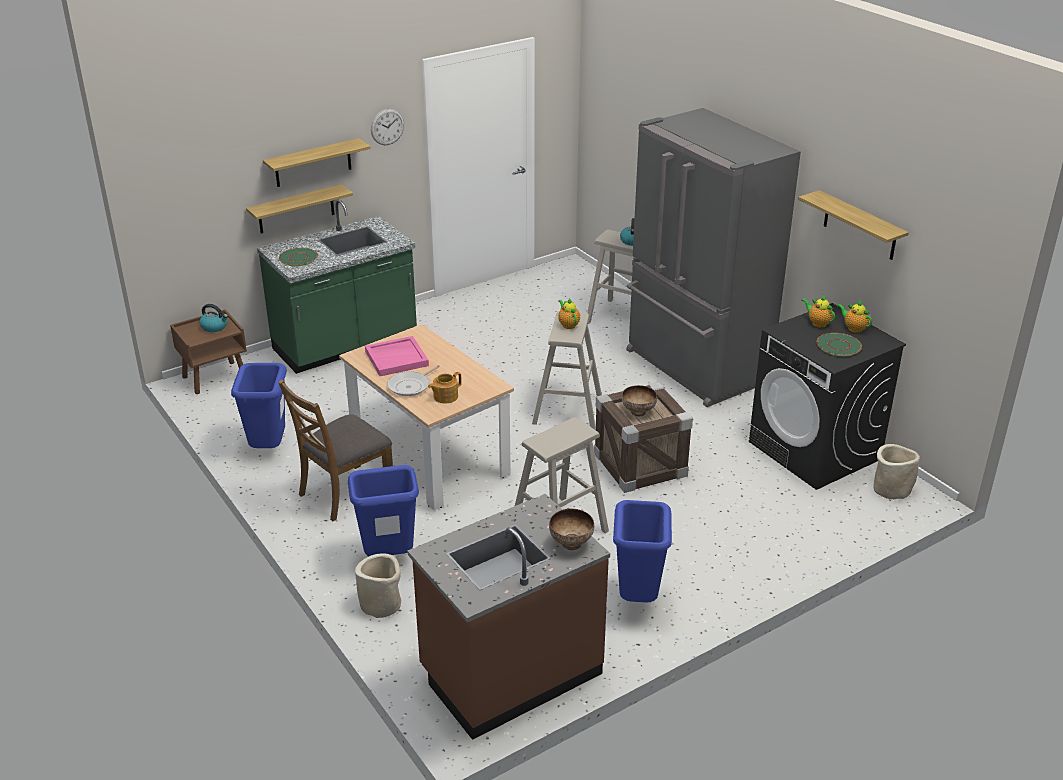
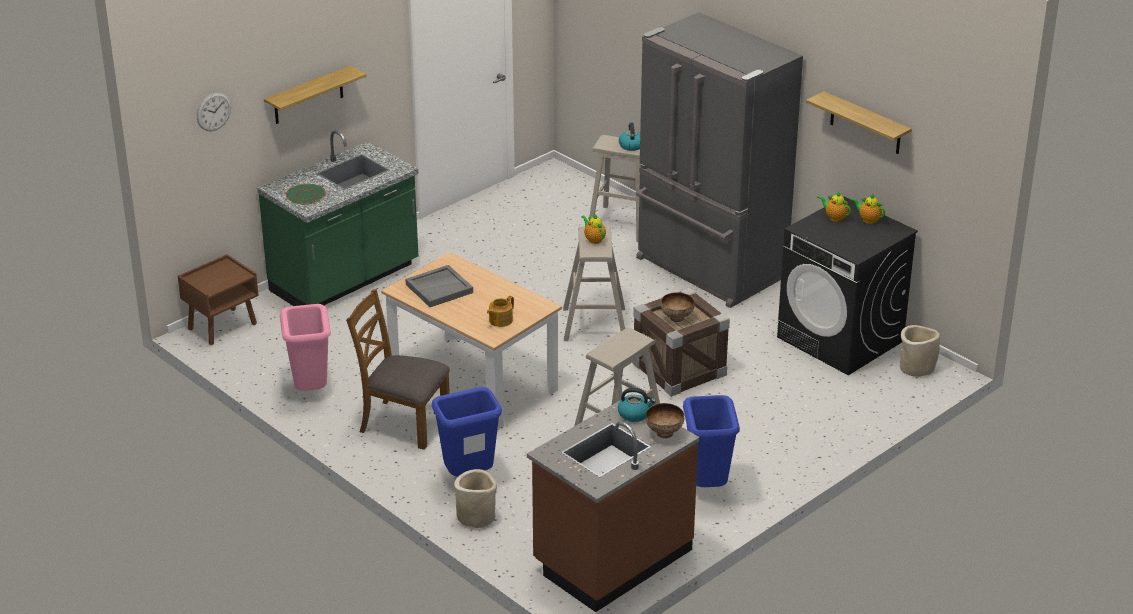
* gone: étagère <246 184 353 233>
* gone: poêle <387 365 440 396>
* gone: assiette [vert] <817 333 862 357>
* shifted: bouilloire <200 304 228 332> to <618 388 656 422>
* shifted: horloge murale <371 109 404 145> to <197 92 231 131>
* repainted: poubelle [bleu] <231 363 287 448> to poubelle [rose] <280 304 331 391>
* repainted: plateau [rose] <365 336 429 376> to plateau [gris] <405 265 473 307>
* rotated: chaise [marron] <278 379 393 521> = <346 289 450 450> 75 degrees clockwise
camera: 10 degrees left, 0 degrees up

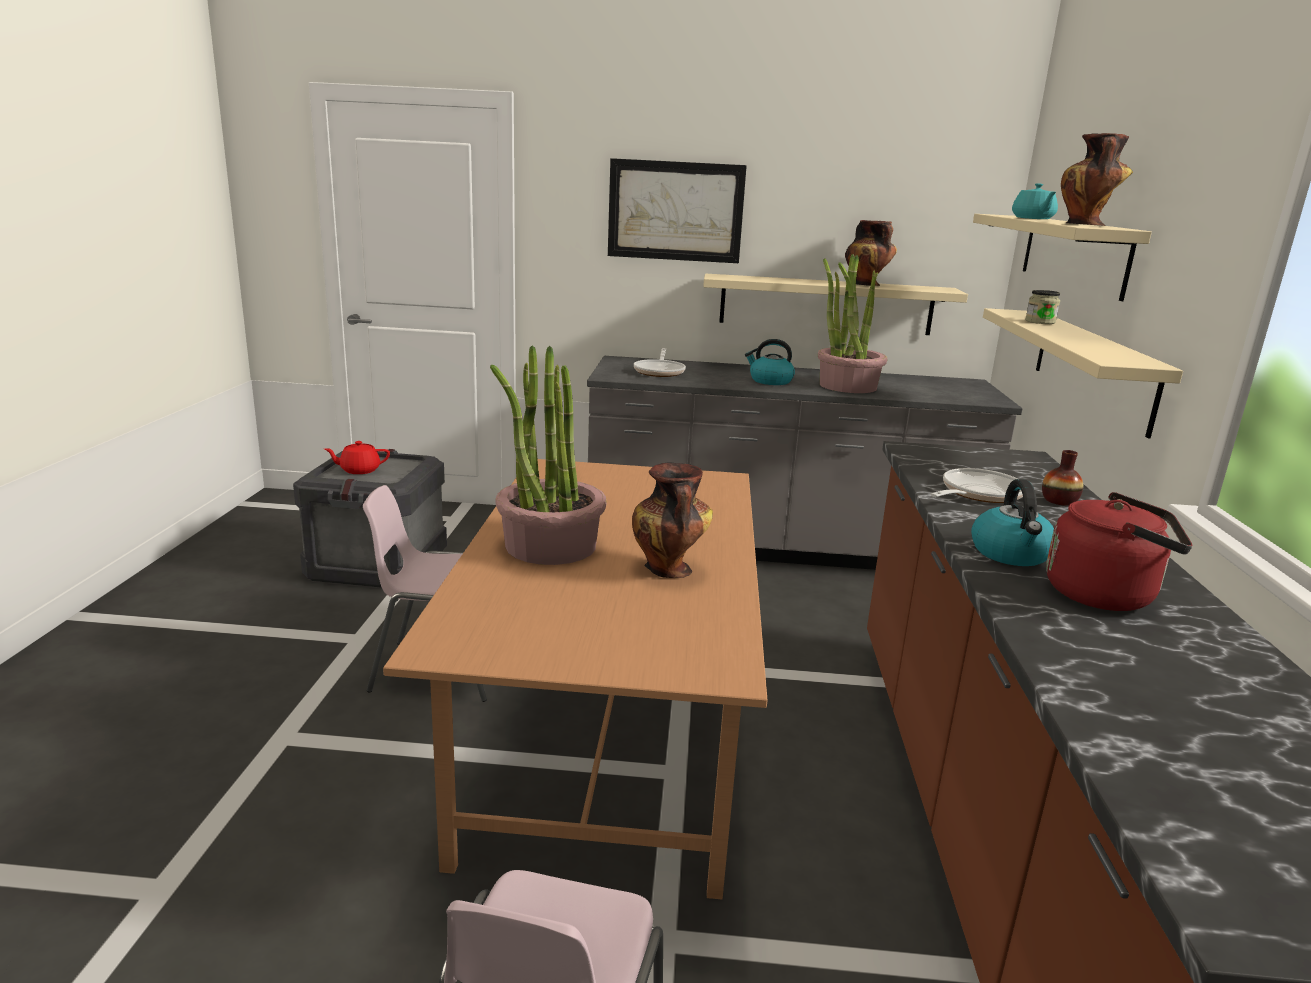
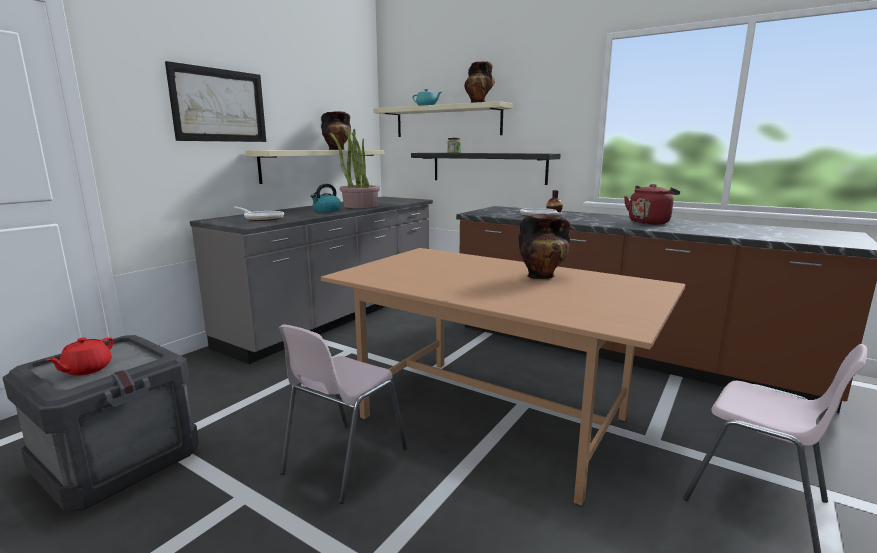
* gone: plante en pot <490 346 607 565>
* gone: bouilloire <971 479 1054 566>
* repainted: étagère [beige] <983 308 1183 439> to étagère [noir] <411 153 561 185>
camera: 60 degrees left, 5 degrees down

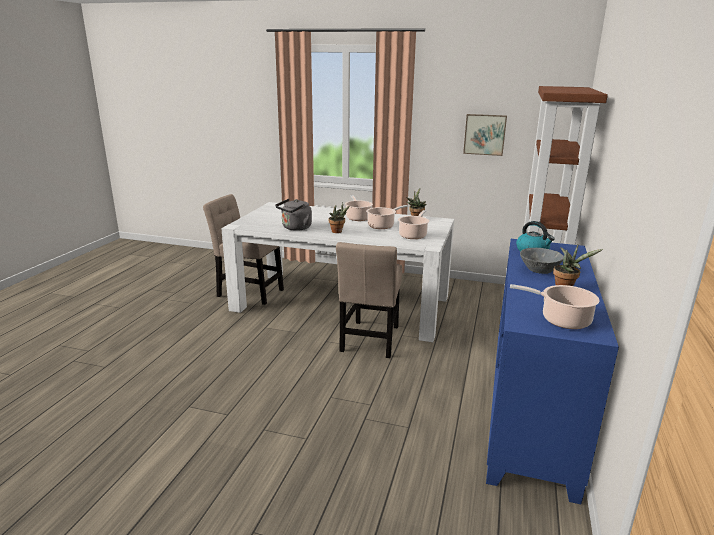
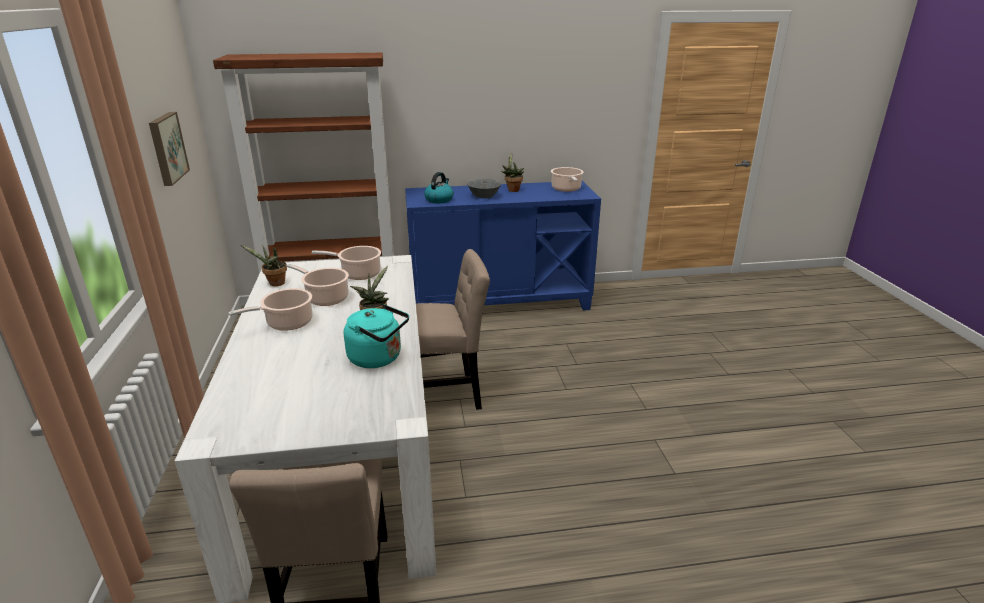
* repainted: bouilloire [gris] <275 199 312 231> to bouilloire [turquoise] <344 304 409 368>
camera: 115 degrees left, 5 degrees up

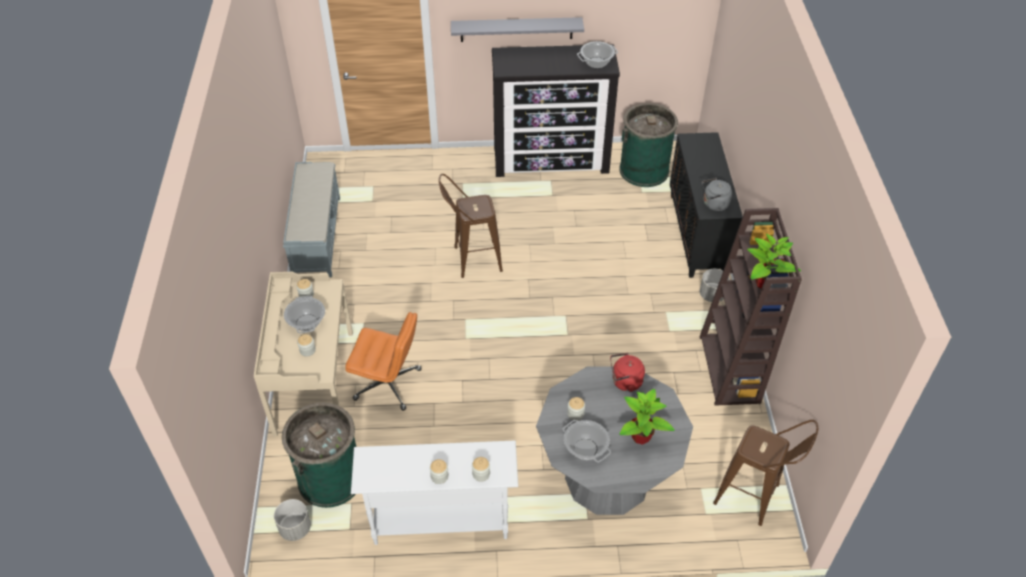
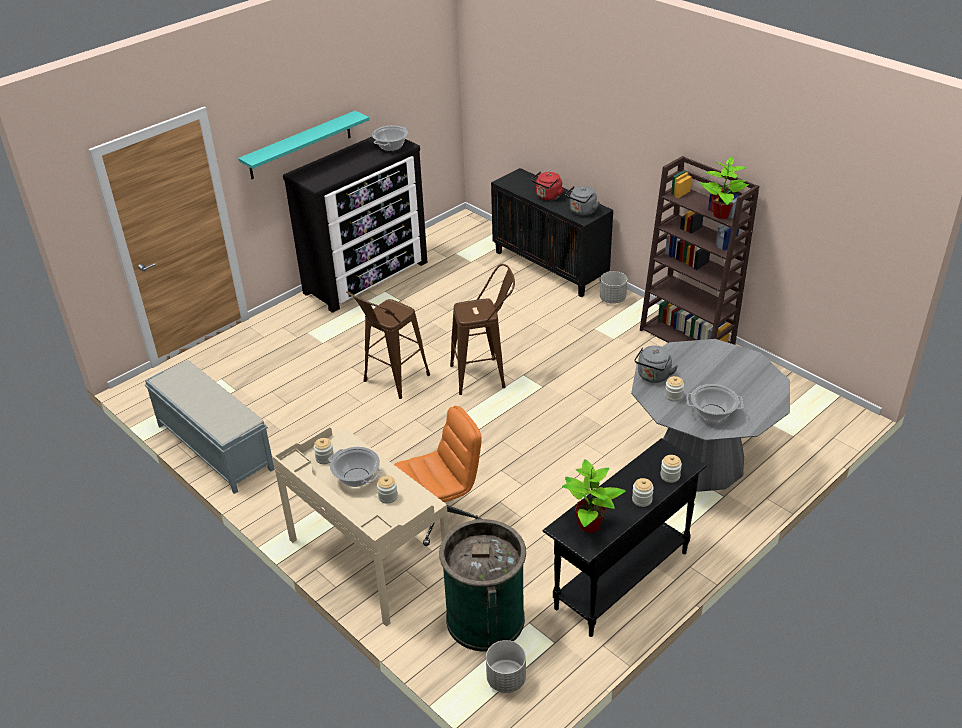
* gone: poubelle [vert] <619 103 678 187>
* new: bouilloire [gris] <634 346 678 383>
* shifted: bouilloire [rouge] <610 353 645 392> to <531 171 564 201>
* shifted: plante en pot <619 389 675 445> to <562 459 626 533>
* shifted: tabouret [marron] <713 420 818 526> to <450 264 515 395>
* repainted: table console [blanc] <351 440 518 545> to table console [noir] <543 438 707 637>
* repainted: étagère [gris] <451 17 584 42> to étagère [turquoise] <238 111 369 179>
camera: 40 degrees left, 10 degrees down

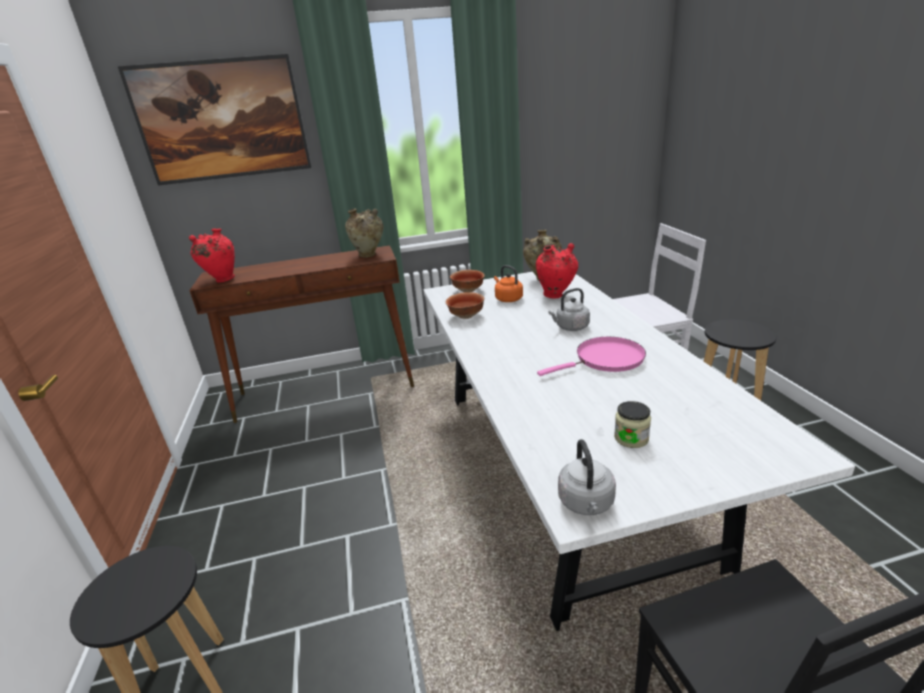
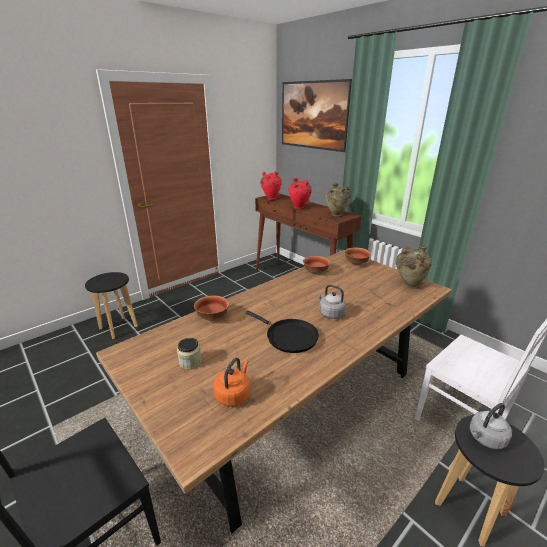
* new: bol <194 295 229 321>
* shifted: bouilloire [orange] <494 265 523 302> to <213 358 250 406>
* shifted: vase [rouge] <536 243 578 299> to <288 178 312 209>
* shifted: bouilloire [gris] <558 439 616 515> to <470 403 512 449>
* repainted: table à manger [blanc] <424 272 855 631> to table à manger [marron] <96 250 452 533>
* repainted: poêle [rose] <537 337 646 376> to poêle [noir] <246 311 319 353>
camera: 60 degrees right, 0 degrees up

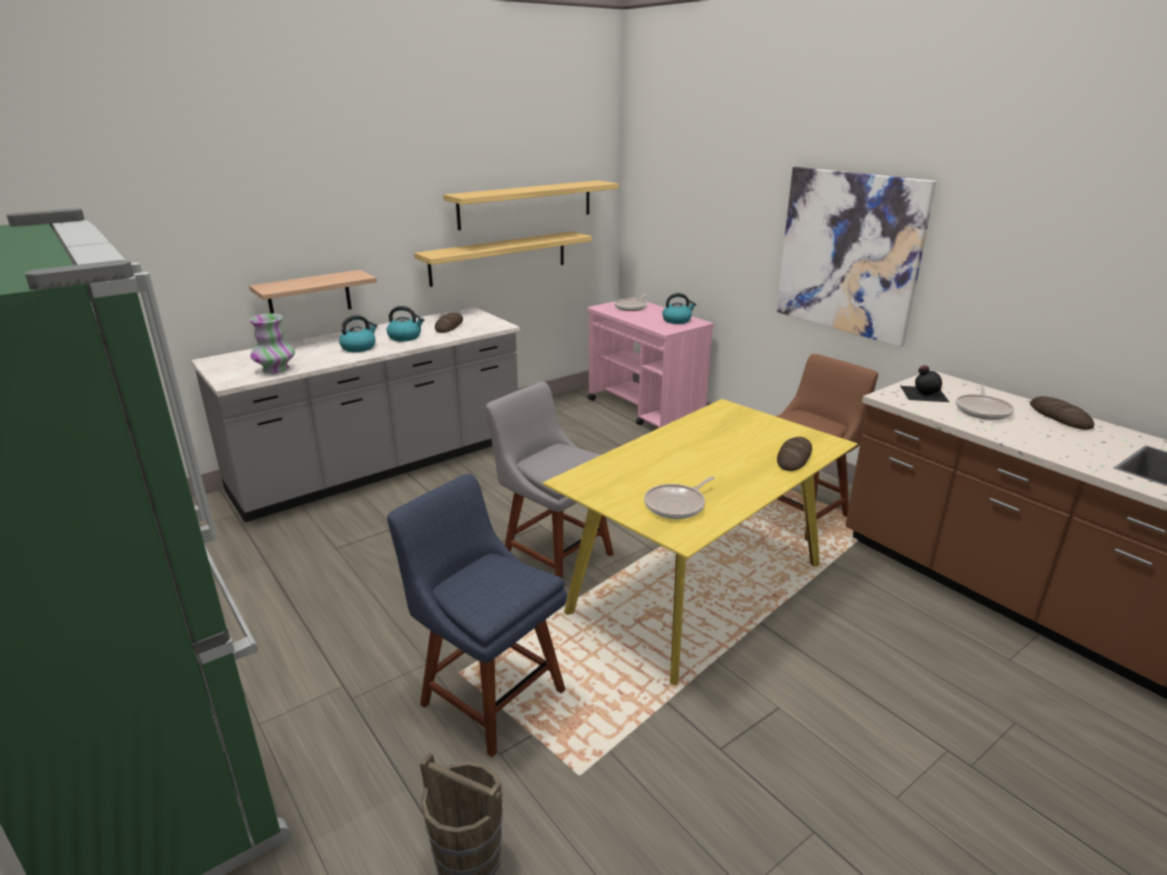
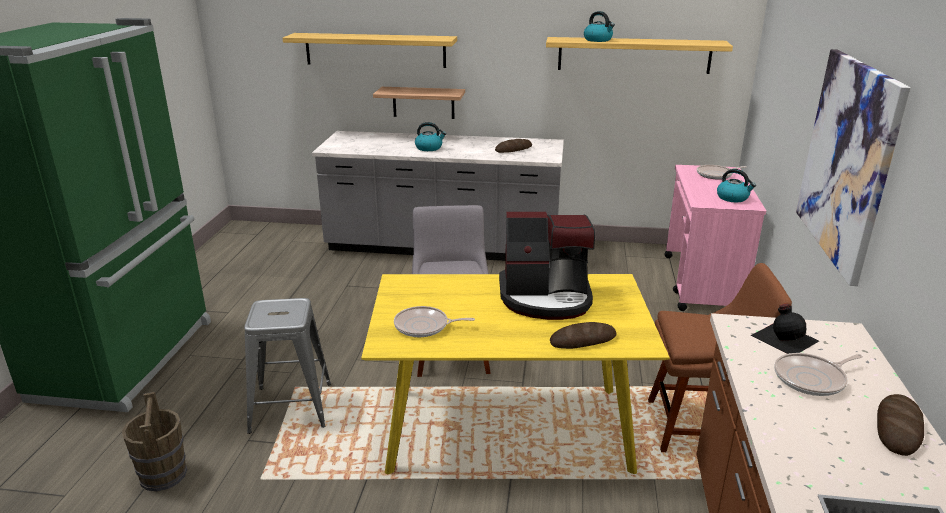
* gone: vase <249 313 295 374>
* new: machine à café <499 212 595 320>
* shifted: bouilloire <387 306 424 342> to <584 11 615 42>
* shifted: étagère <414 231 592 287> to <283 33 457 68>
* swapped: chaise [bleu] <387 474 567 757> to tabouret [gris] <244 298 331 434>
camera: 45 degrees right, 0 degrees up

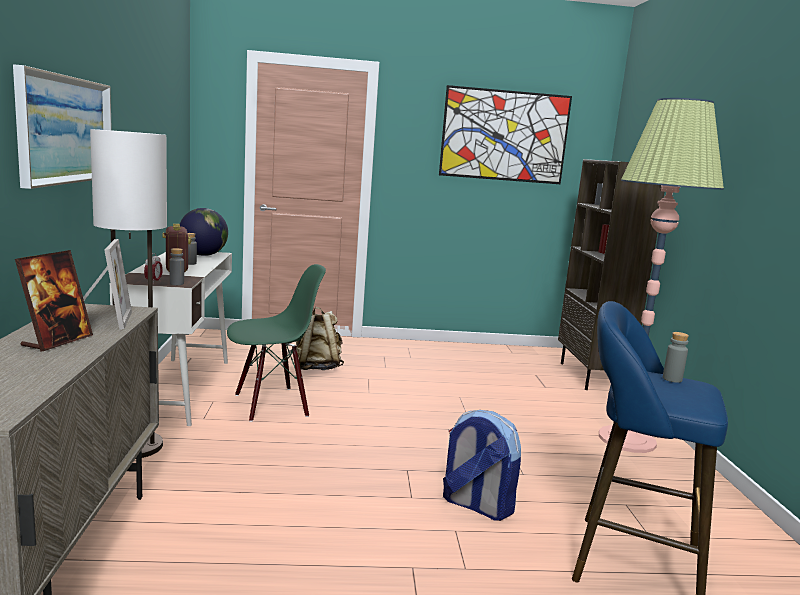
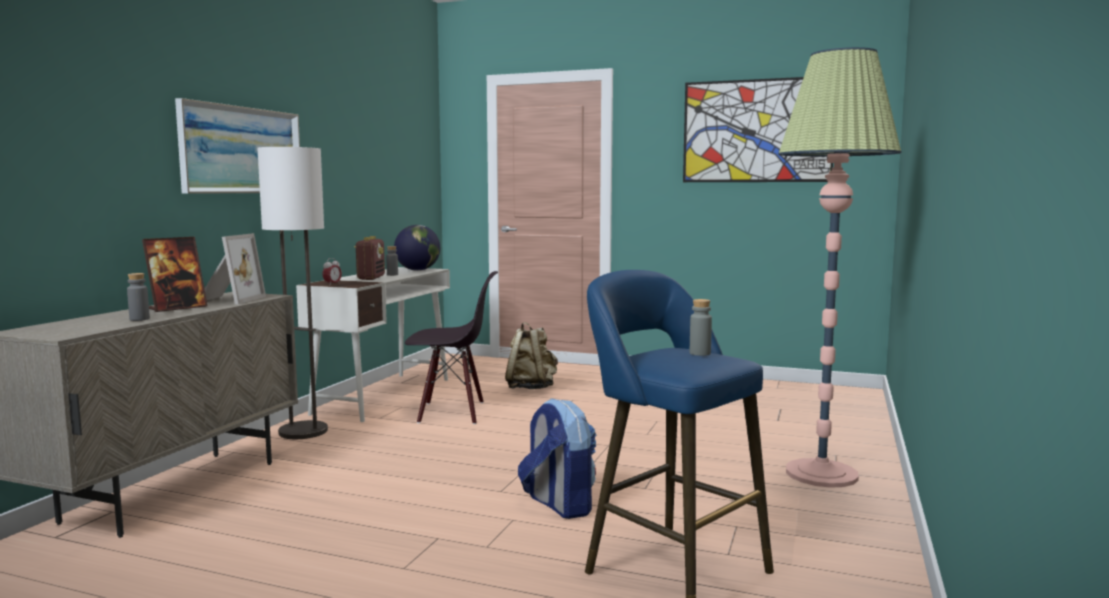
* gone: bibliothèque [marron] <558 159 664 390>
* shifted: bouteille [gris] <169 248 184 285> to <127 273 150 321>
* repainted: chaise [vert] <227 264 326 422> to chaise [noir] <405 271 498 424>
camera: 25 degrees right, 5 degrees down

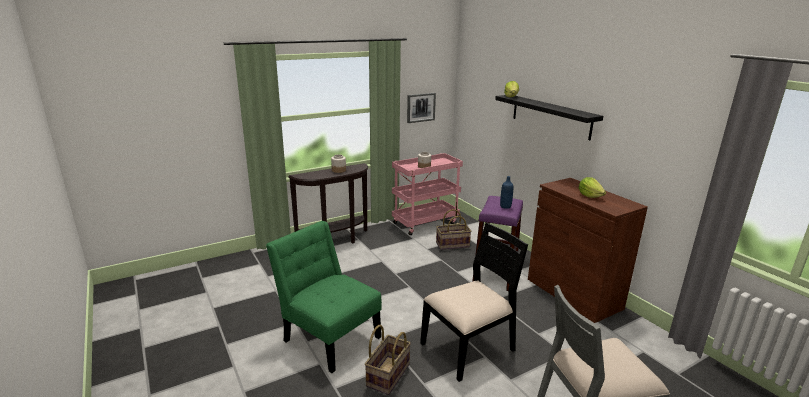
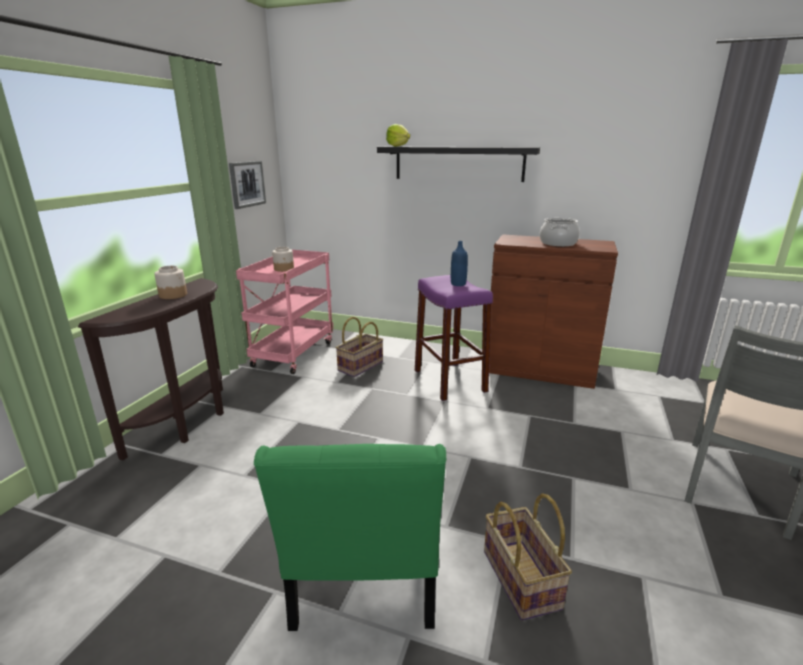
* gone: chaise [noir] <420 223 528 382>
* swapped: laitue <579 177 606 198> to marmite <540 218 580 247>
* rotated: chaise [vert] <266 221 382 373> = <254 444 446 631> 90 degrees counterclockwise
camera: 40 degrees left, 0 degrees up

